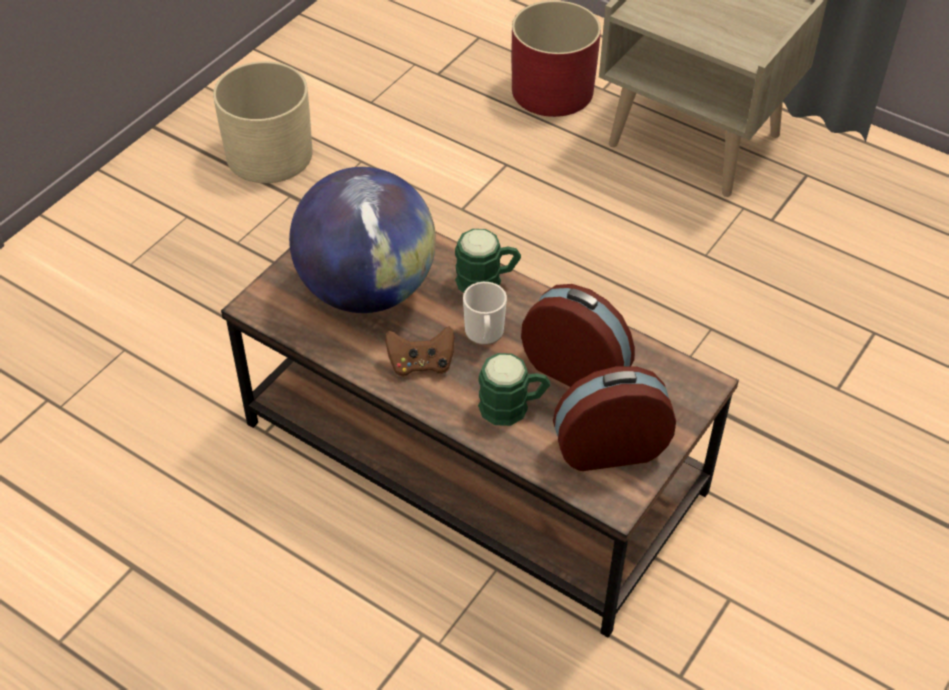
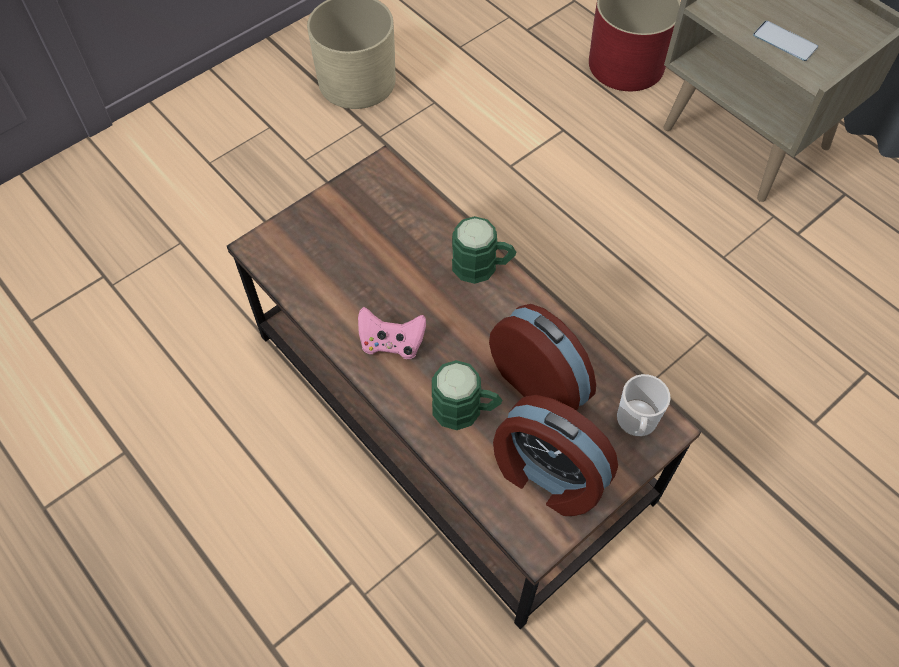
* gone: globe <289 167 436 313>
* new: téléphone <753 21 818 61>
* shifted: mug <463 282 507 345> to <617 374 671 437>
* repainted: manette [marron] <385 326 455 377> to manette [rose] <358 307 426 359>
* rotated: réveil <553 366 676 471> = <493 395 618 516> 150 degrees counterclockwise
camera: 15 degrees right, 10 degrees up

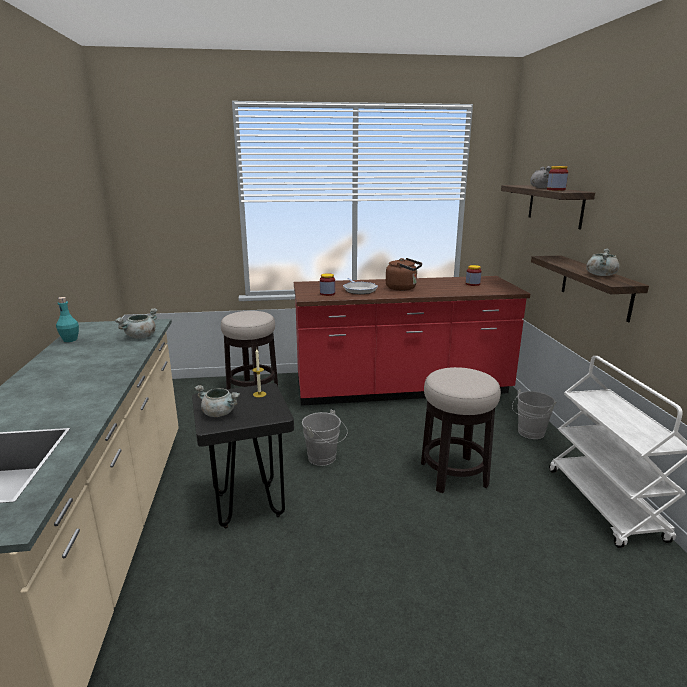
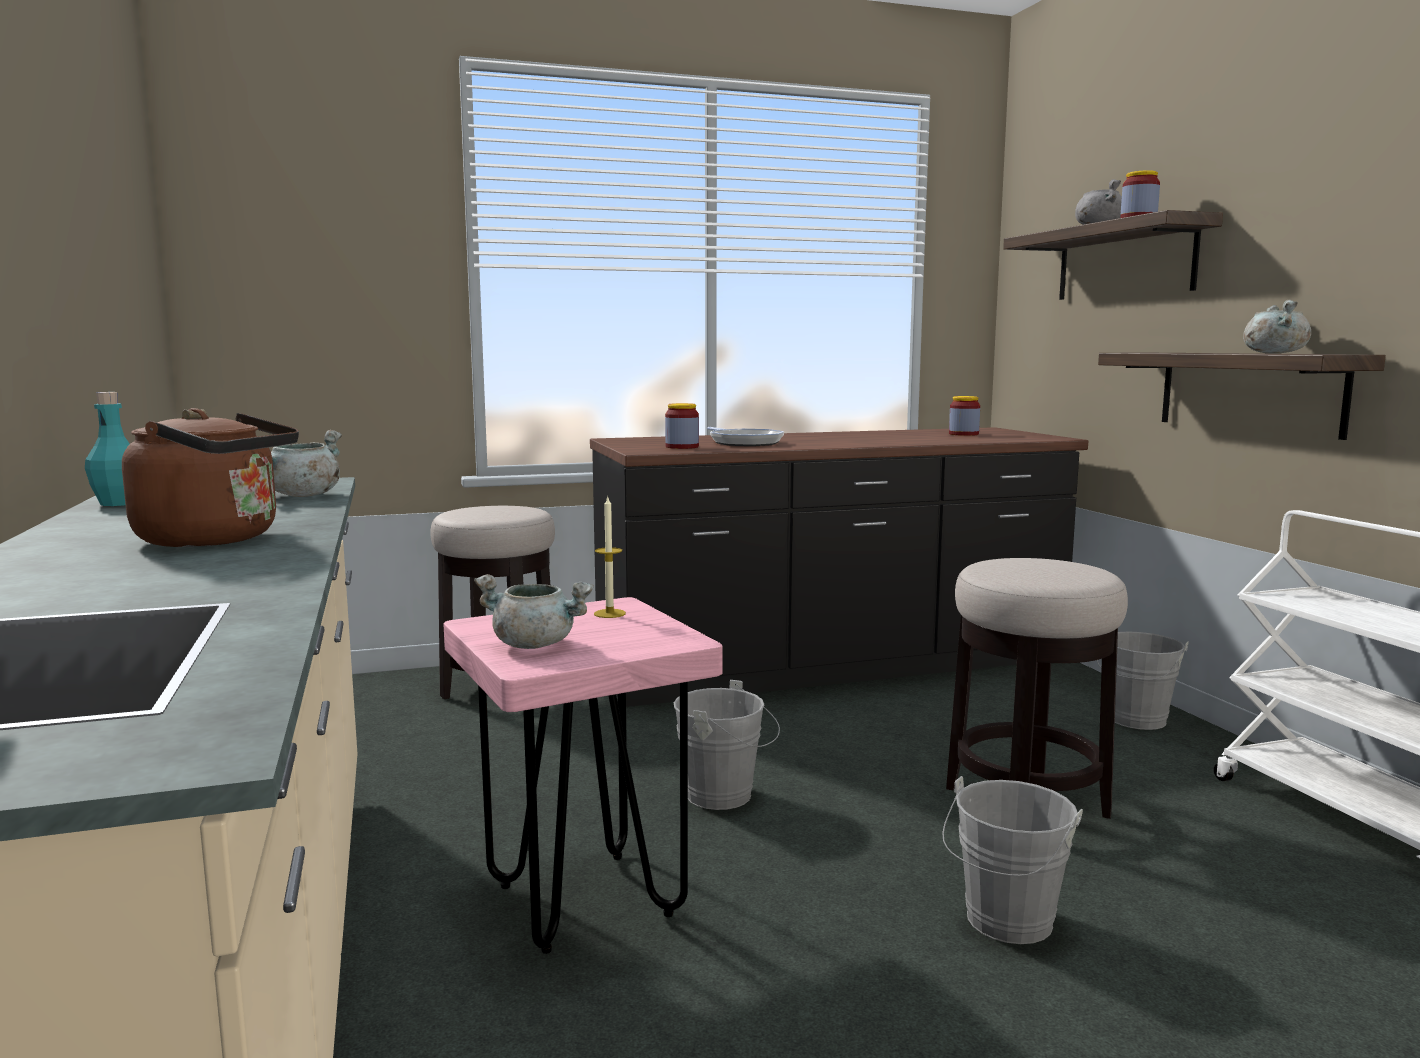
* new: seau [gris] <942 776 1083 944>
* shifted: bouilloire [marron] <386 258 422 291> to <122 408 299 547>
* repainted: tabouret [noir] <192 383 294 528> to tabouret [rose] <443 597 723 954>
* repainted: comptoir de cuisine [rouge] <294 276 530 406> to comptoir de cuisine [noir] <590 427 1088 707>
camera: 10 degrees left, 10 degrees down

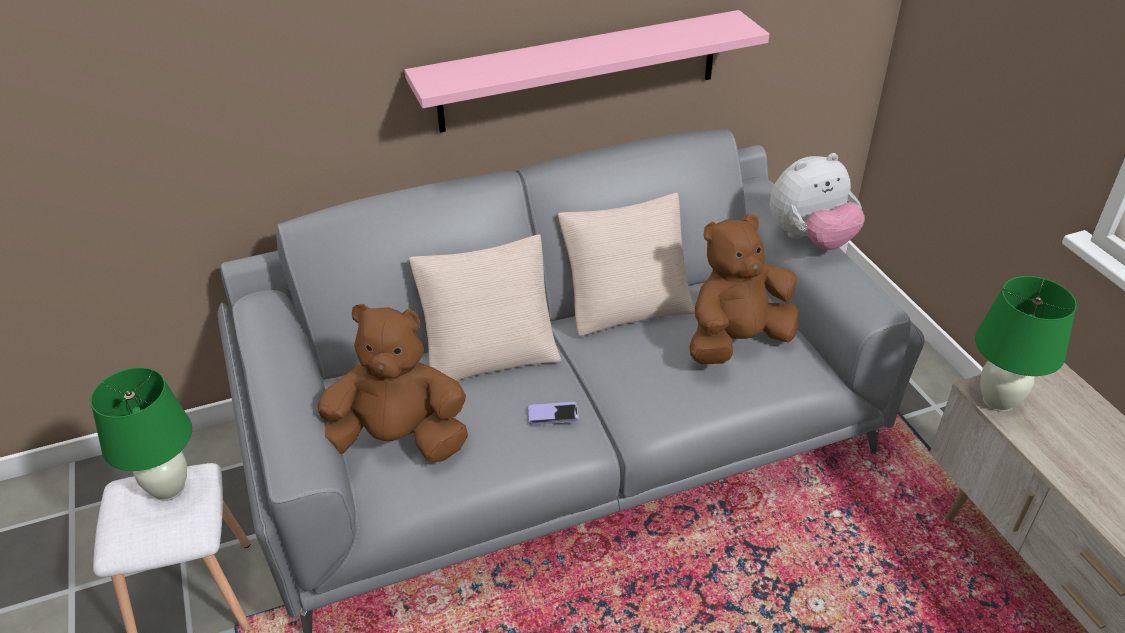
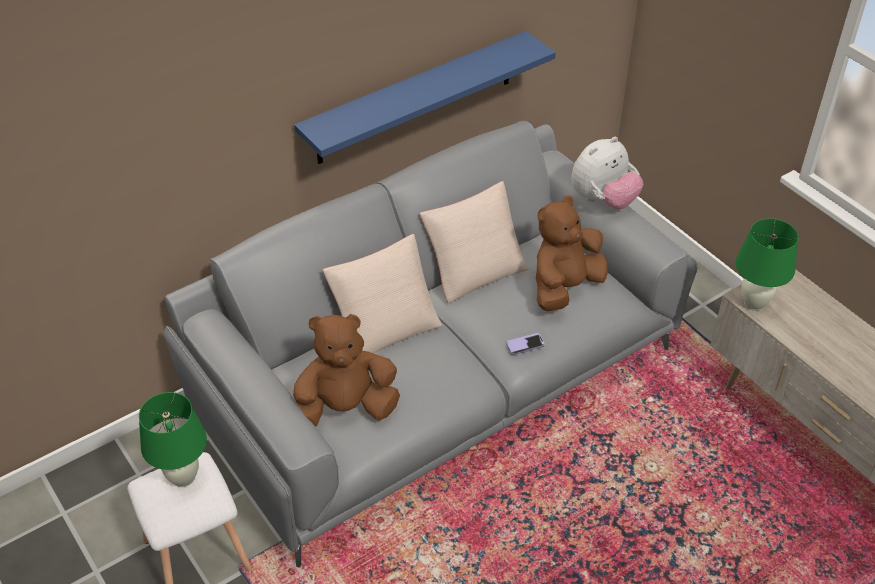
* shifted: téléphone <528 402 579 425> to <506 333 545 355>
* repainted: étagère [rose] <405 10 769 133> to étagère [bleu] <294 31 556 164>
camera: 15 degrees left, 5 degrees up

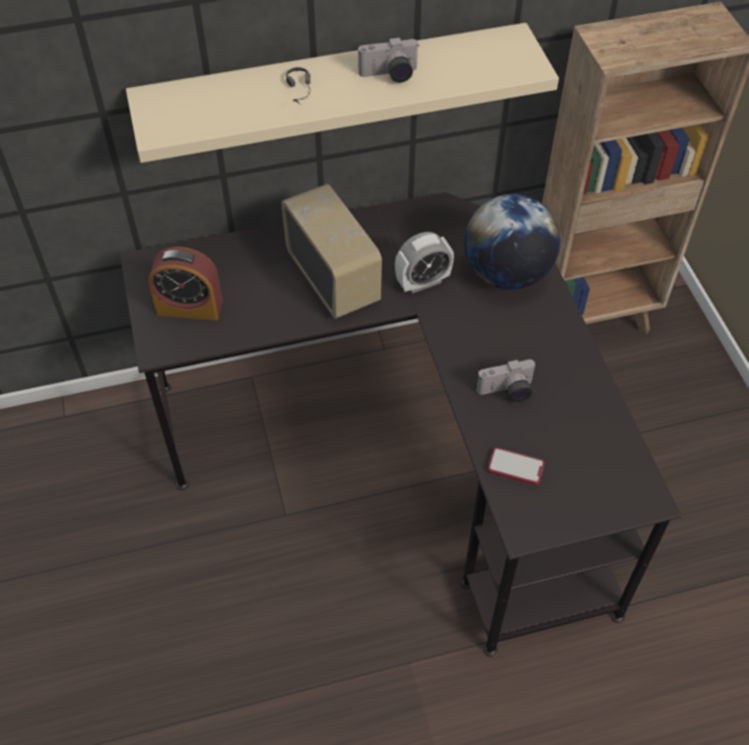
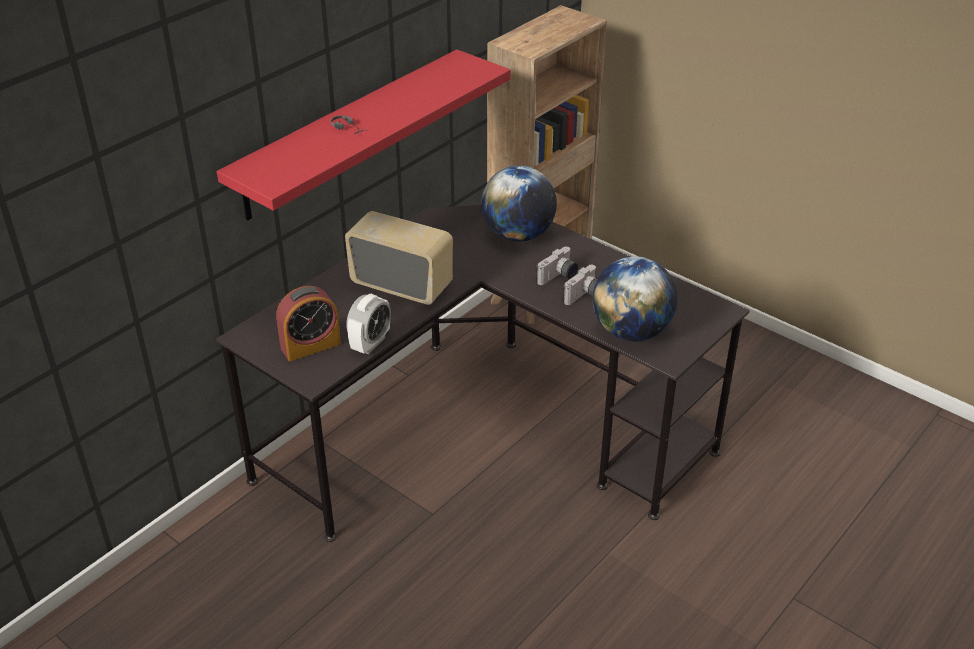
* shifted: appareil photo <358 36 420 83> to <536 247 578 285>
* shifted: réveil <395 232 454 293> to <346 294 391 354>
* swapped: téléphone <487 448 545 486> to globe <592 256 678 341>
* repainted: étagère [beige] <126 23 559 163> to étagère [rouge] <217 49 511 220>
camera: 35 degrees left, 15 degrees down

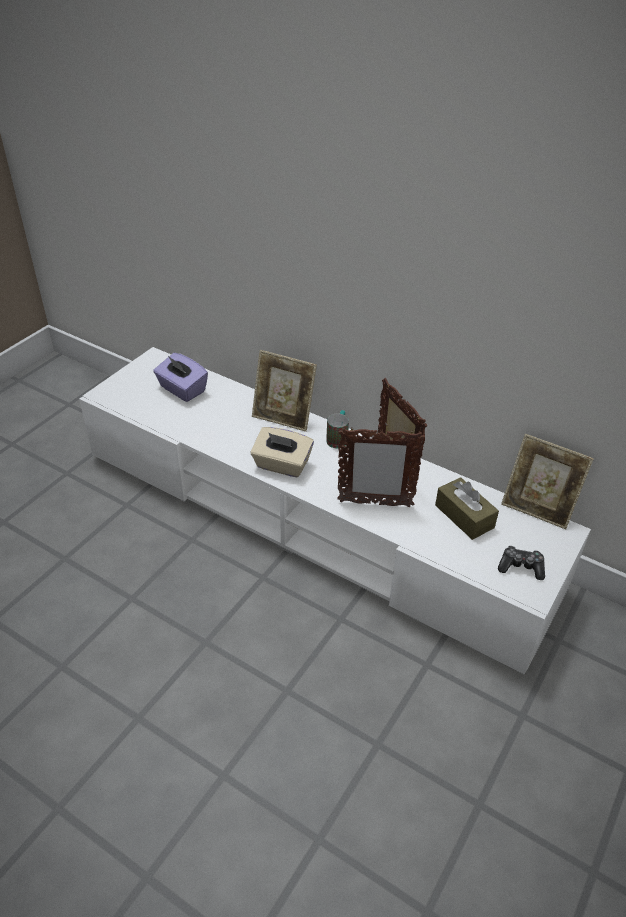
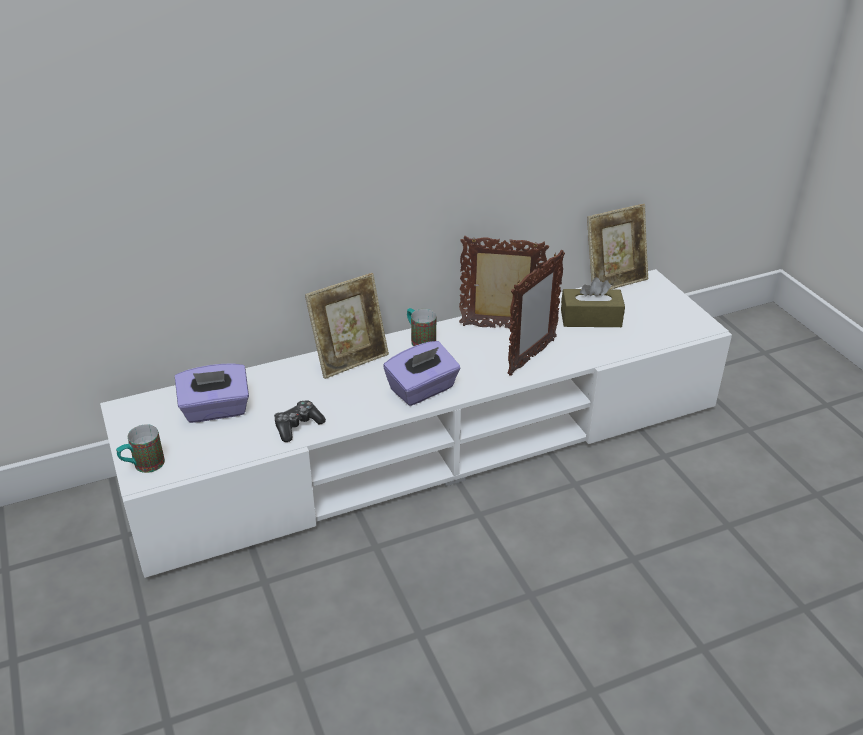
* new: mug <116 424 165 473>
* shifted: manette <498 546 545 580> to <274 400 326 442>
* repainted: boîte à mouchoirs [beige] <250 427 314 477> to boîte à mouchoirs [violet] <383 341 460 406>
camera: 55 degrees left, 5 degrees down

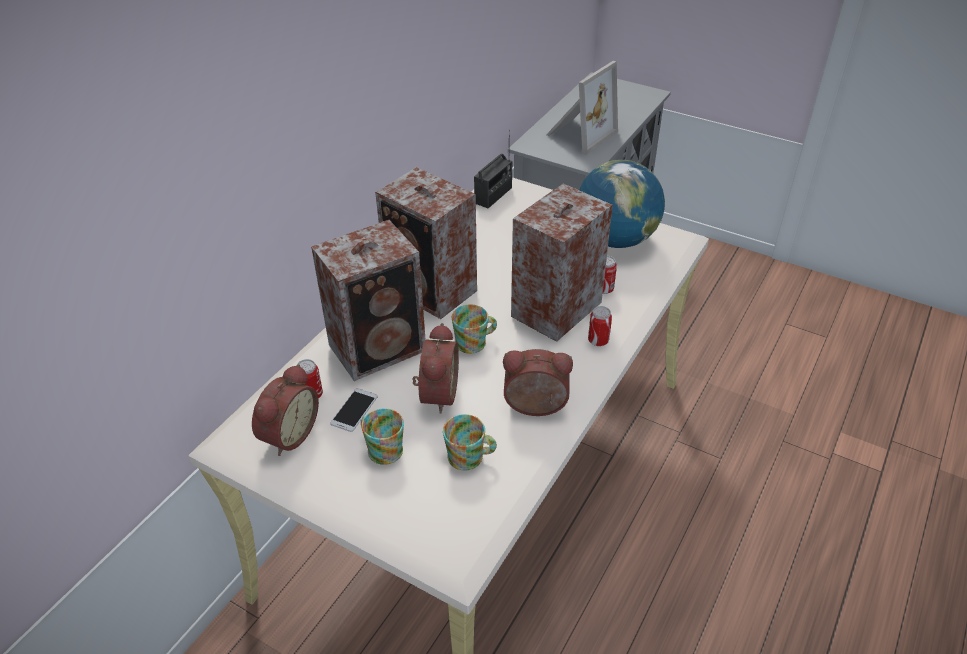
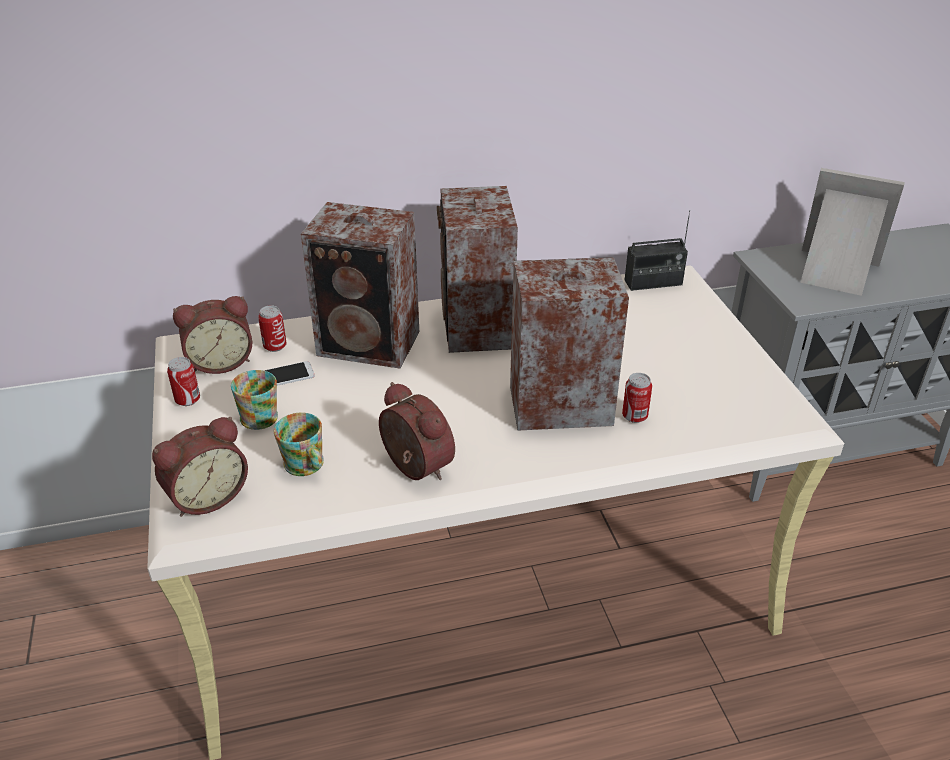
* gone: mug <452 304 497 354>
* gone: globe <579 160 665 248>
* shifted: réveil <412 323 459 414> to <152 417 248 517>
* shifted: boîte métallique <588 306 612 346> to <167 357 200 406>
* rotated: cadre photo <546 61 618 155> = <800 168 905 296> 150 degrees counterclockwise
camera: 45 degrees right, 5 degrees down

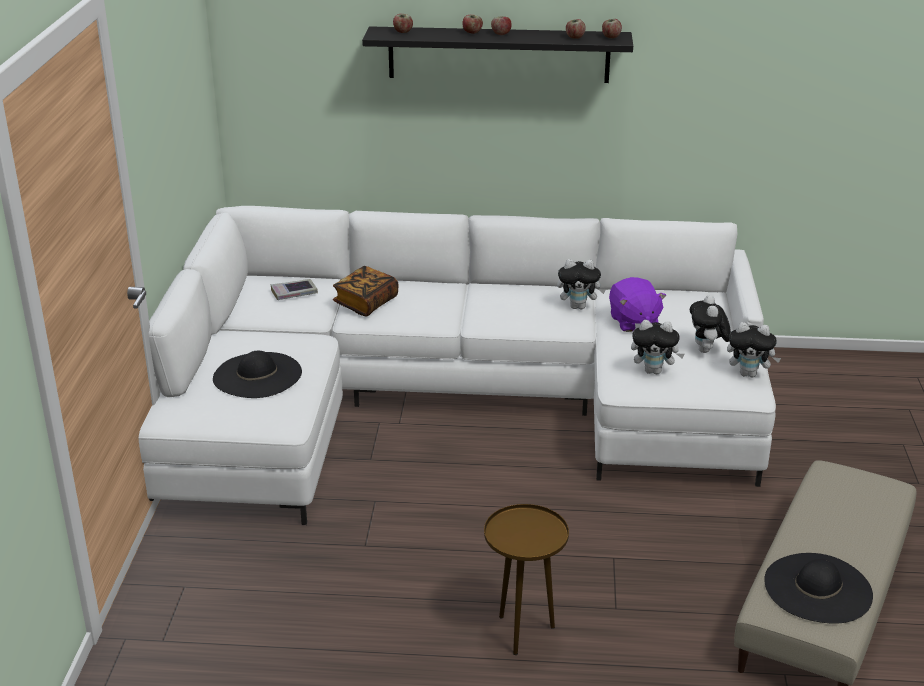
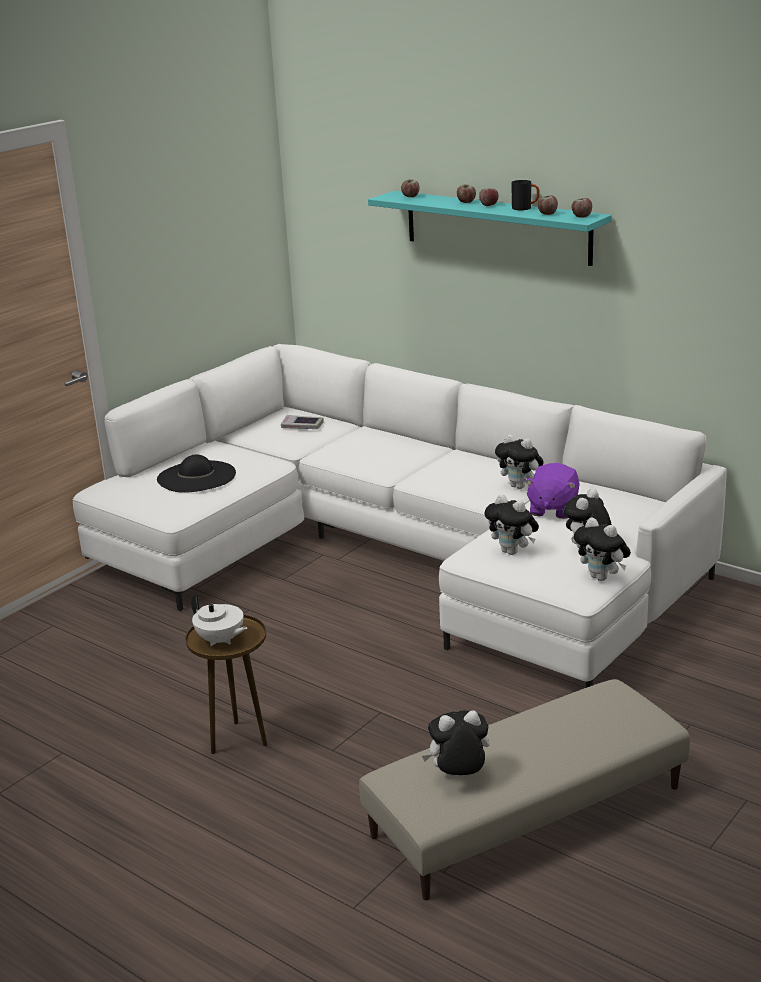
* gone: livre <333 266 398 316>
* new: théière [blanc] <191 593 247 646>
* new: mug [noir] <511 180 539 210>
* swapped: chapeau [noir] <764 553 873 624> to peluche <422 710 490 777>
* repainted: étagère [noir] <362 26 633 83> to étagère [turquoise] <368 191 612 266>
camera: 35 degrees right, 5 degrees down

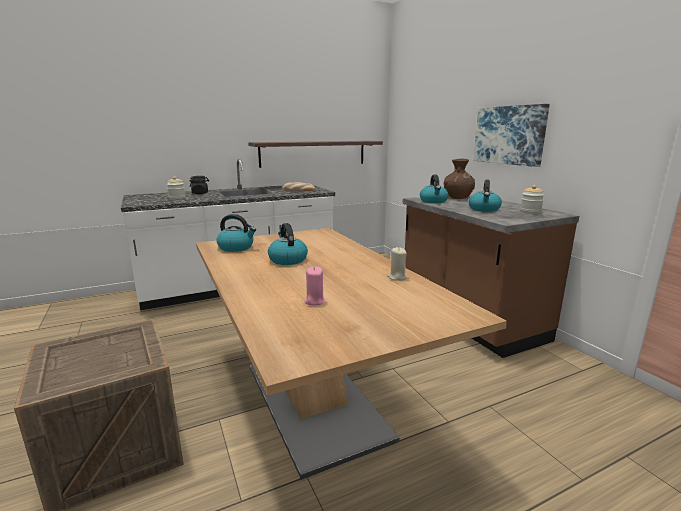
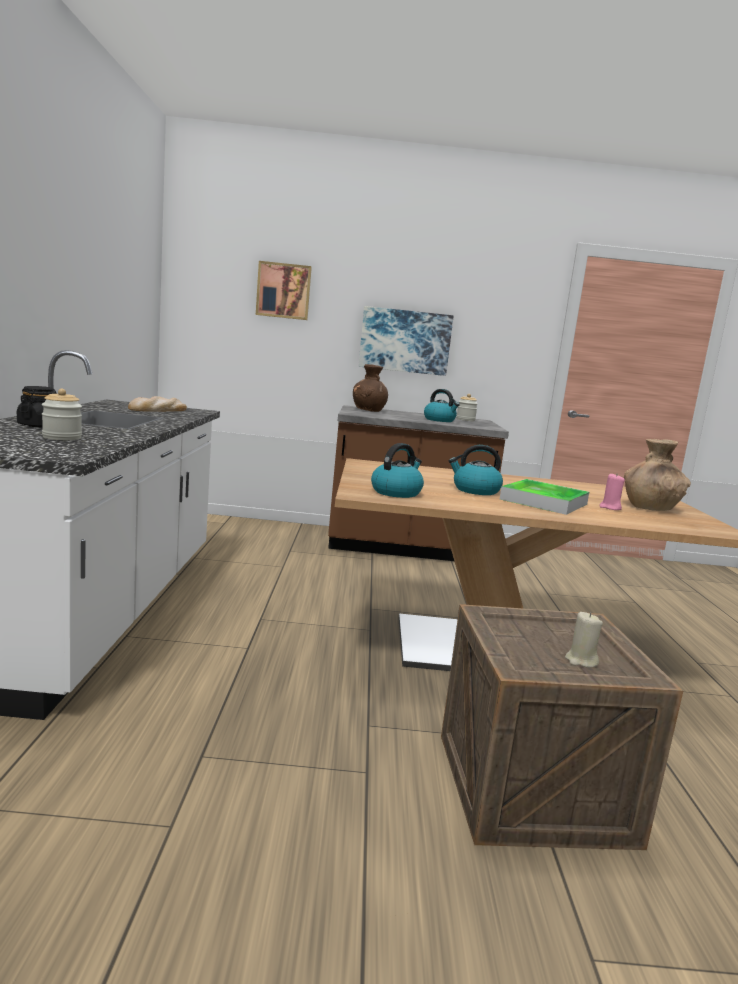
* gone: étagère <248 141 383 168>
* gone: bouilloire <420 174 448 203>
* new: tableau <256 261 312 320>
* new: plateau <500 479 589 515>
* new: vase [marron] <624 439 691 511>
* shifted: bougie [beige] <387 247 407 281> to <565 612 603 668>
camera: 65 degrees left, 5 degrees down

